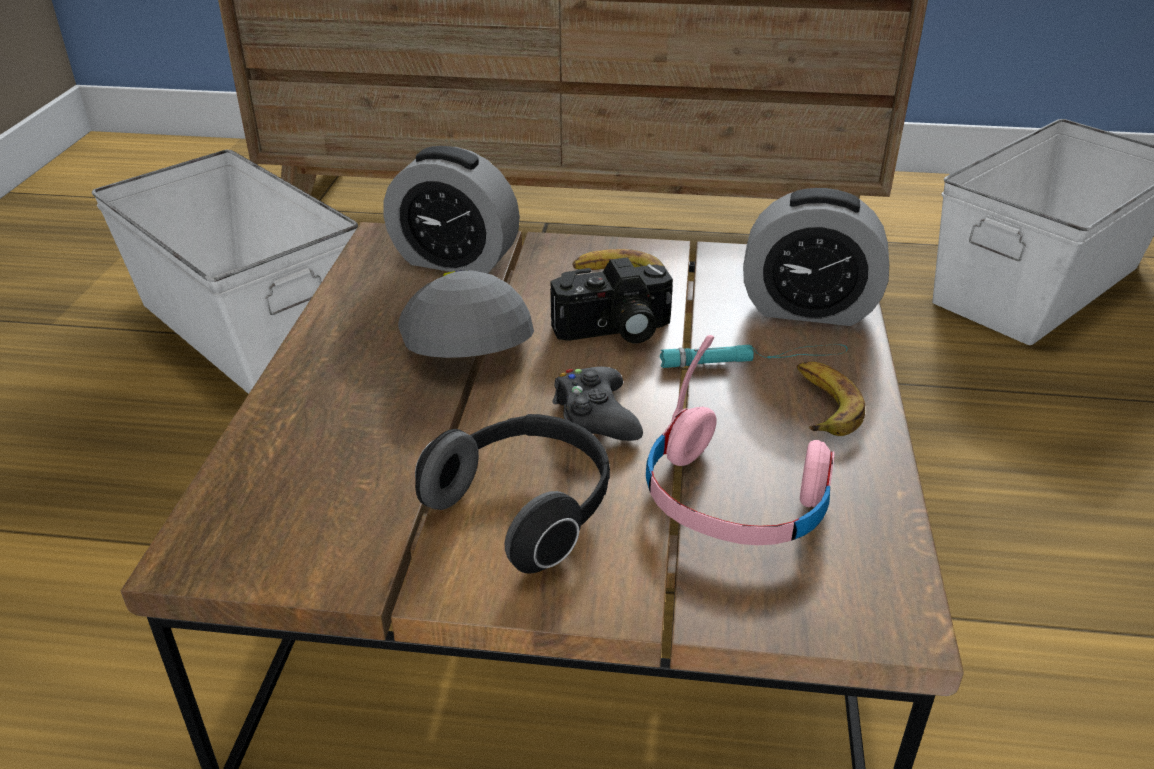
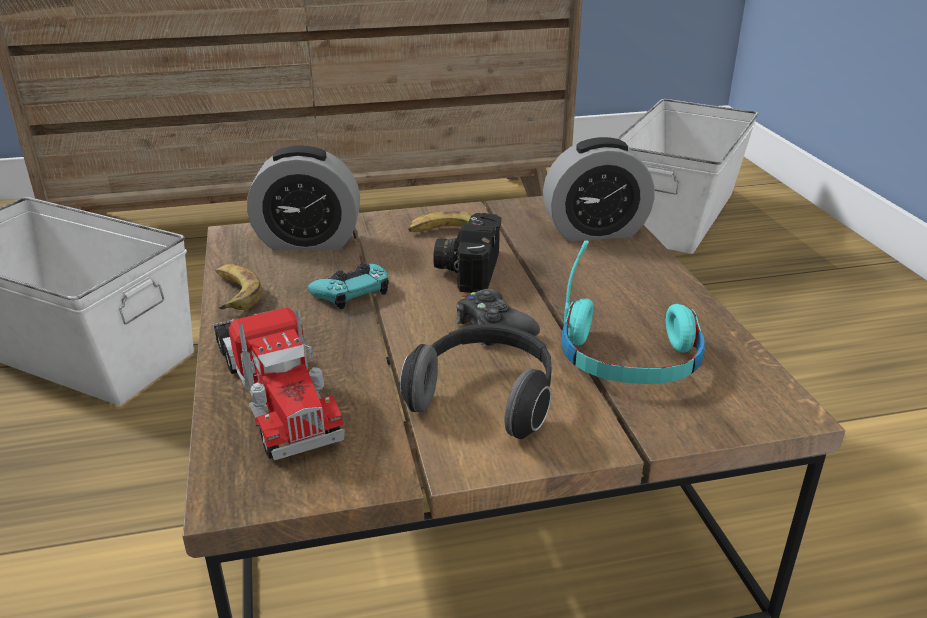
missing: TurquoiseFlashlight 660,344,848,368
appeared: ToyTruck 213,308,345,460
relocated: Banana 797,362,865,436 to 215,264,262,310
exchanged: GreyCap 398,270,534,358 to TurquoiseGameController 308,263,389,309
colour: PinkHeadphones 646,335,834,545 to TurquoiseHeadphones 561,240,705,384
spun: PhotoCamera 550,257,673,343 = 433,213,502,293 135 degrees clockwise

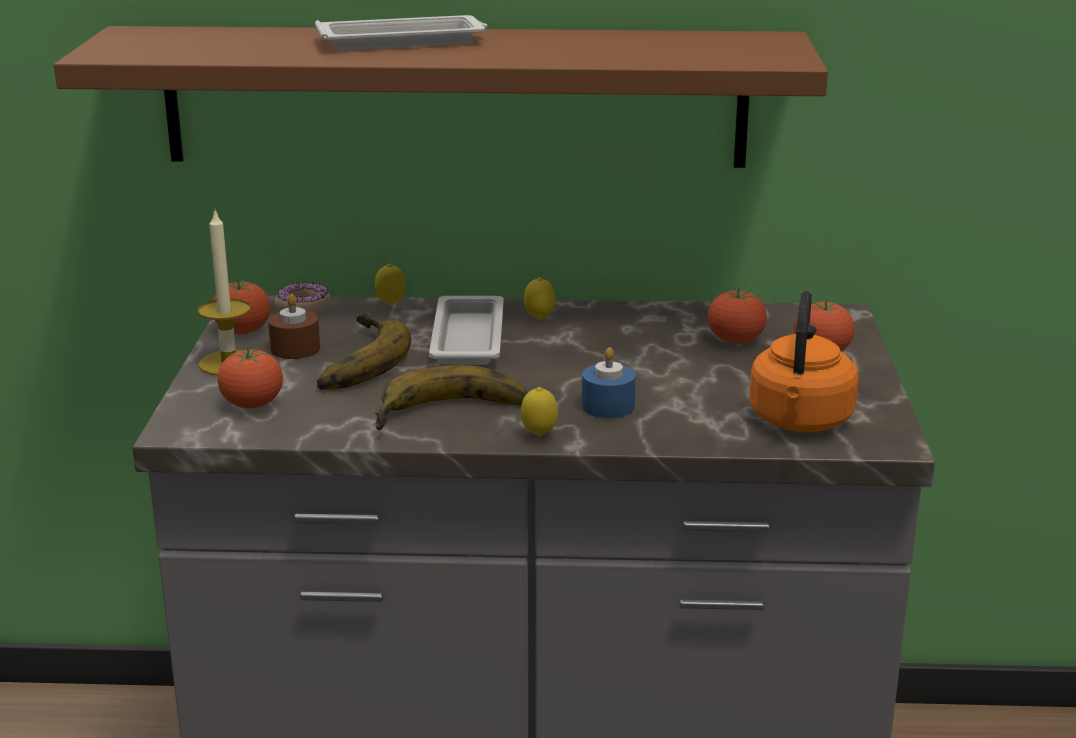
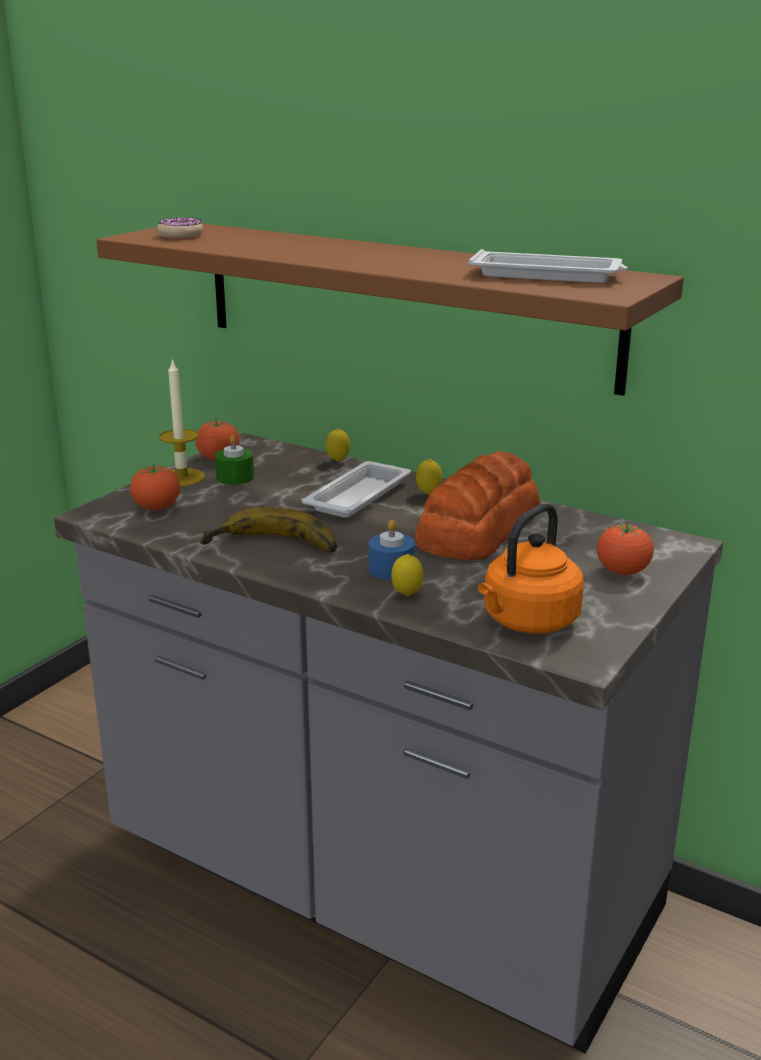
missing: Banana 317,312,411,390; Tomato 708,288,767,344
appeared: Bread 415,451,541,560
relocated: Donut 275,282,331,314 to 157,217,203,238; Lemon 521,387,558,436 to 391,554,424,596; WhiteTray 315,15,487,50 to 468,249,628,283
colour: BrownCandle 268,294,320,359 to GreenCandle 215,435,254,485

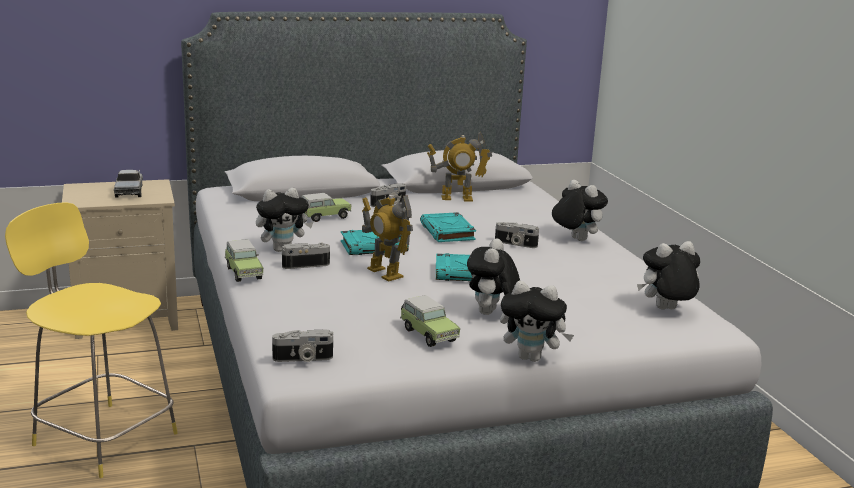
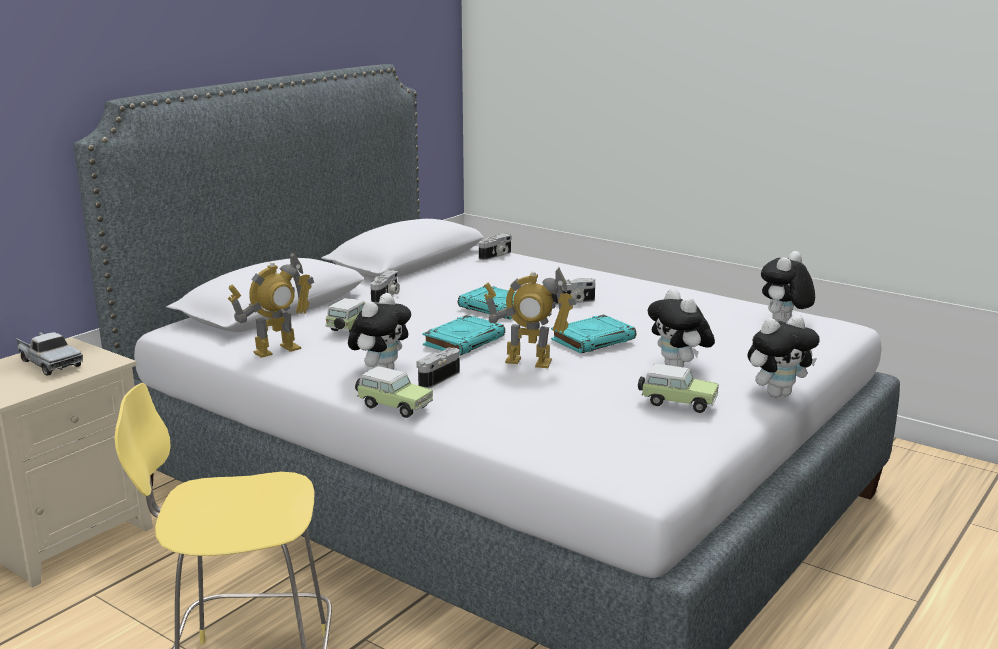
missing: PlushToy 552,180,608,241
relocated: ToyRobot 427,132,492,202 to 228,252,314,358; PhotoCamera 272,330,333,362 to 479,233,512,260

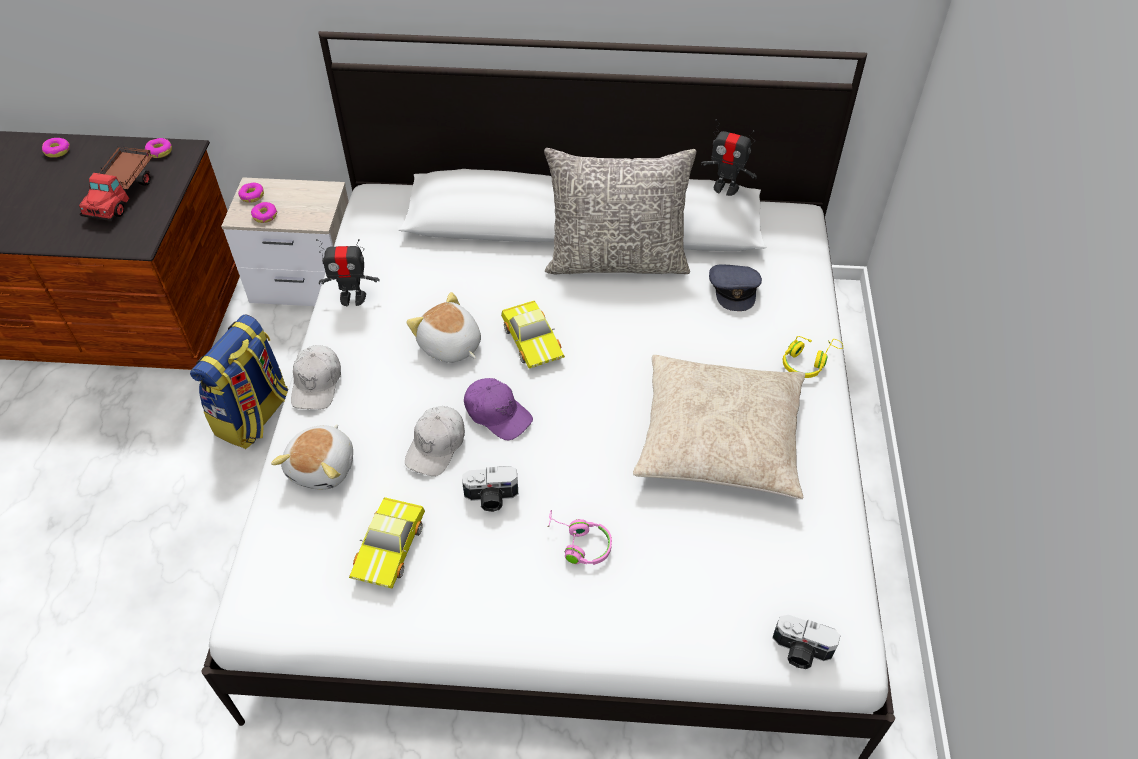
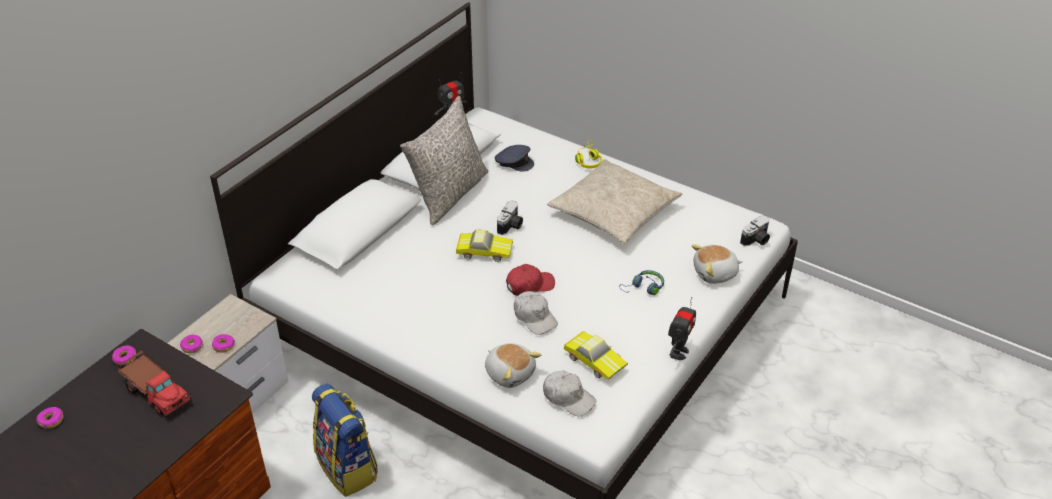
relocated: PhotoCamera 462,466,518,512 to 497,201,523,235; WhiteCap 291,345,341,409 to 543,371,596,416; ToyRobot 316,239,379,306 to 668,297,696,360; PlushToy 406,292,481,363 to 691,244,743,284
colour: PurpleCap 464,378,533,440 to RedCap 506,264,555,296; PinkHeadphones 548,510,612,565 to BlueHeadphones 619,270,664,295

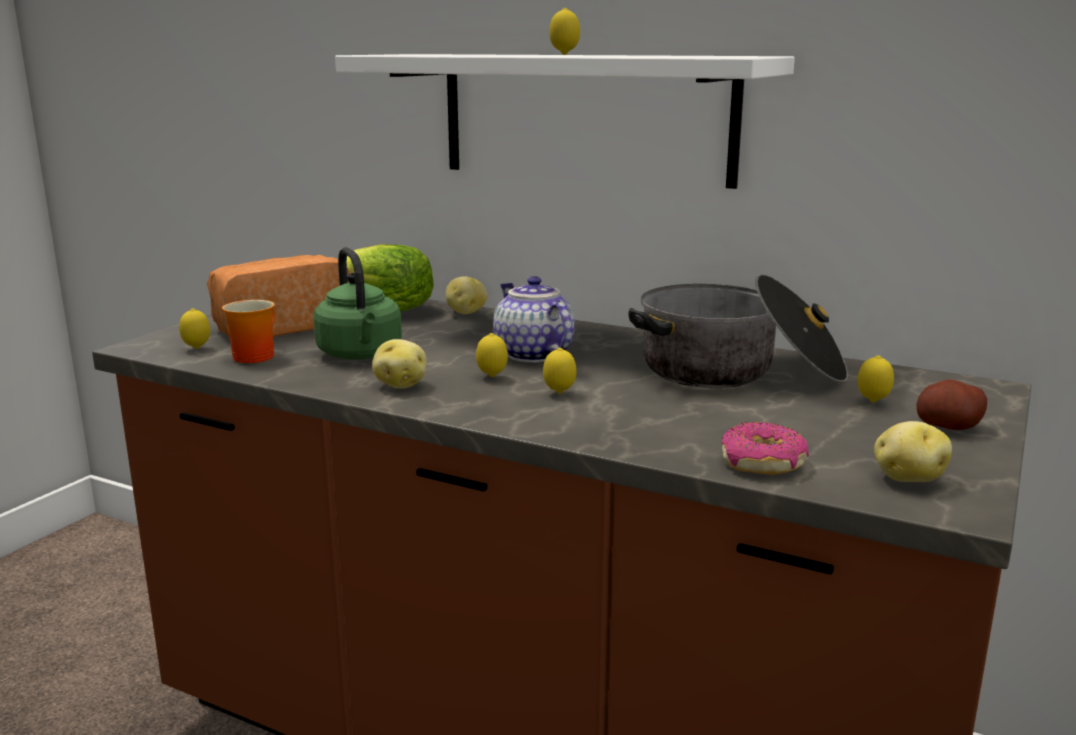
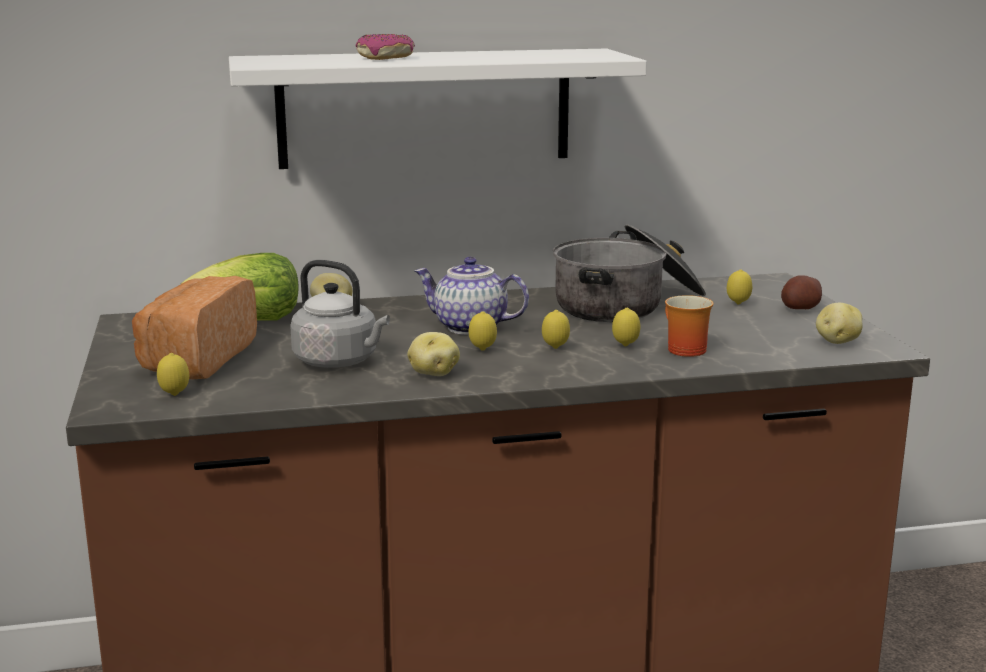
relocated: Donut 722,422,809,475 to 356,34,415,60; Lemon 549,8,580,55 to 612,308,640,346; Mug 222,300,275,363 to 665,295,714,357
colour: GreenKettle 313,247,402,360 to GreyKettle 290,260,390,368

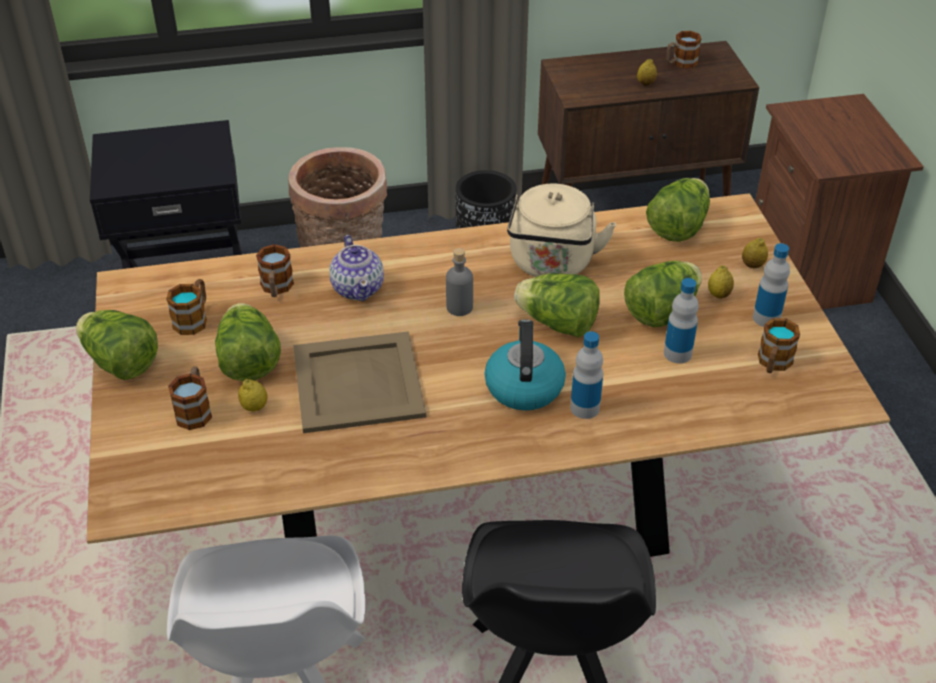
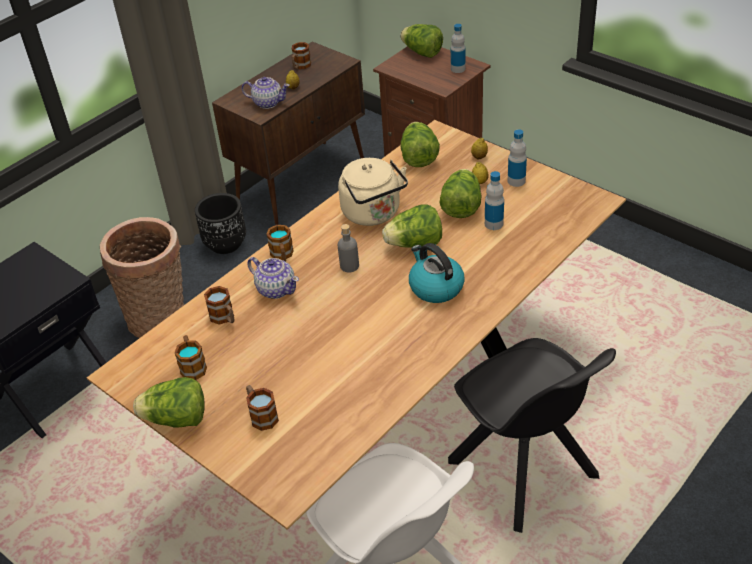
missing: Lemon 238,379,267,411; BeigeTray 293,331,426,433
appeared: Teapot 242,77,290,109
relocated: Mug 758,318,800,373 to 266,225,294,262; Lettuce 215,303,281,381 to 400,24,443,58; Bottle 570,331,603,419 to 451,24,465,73

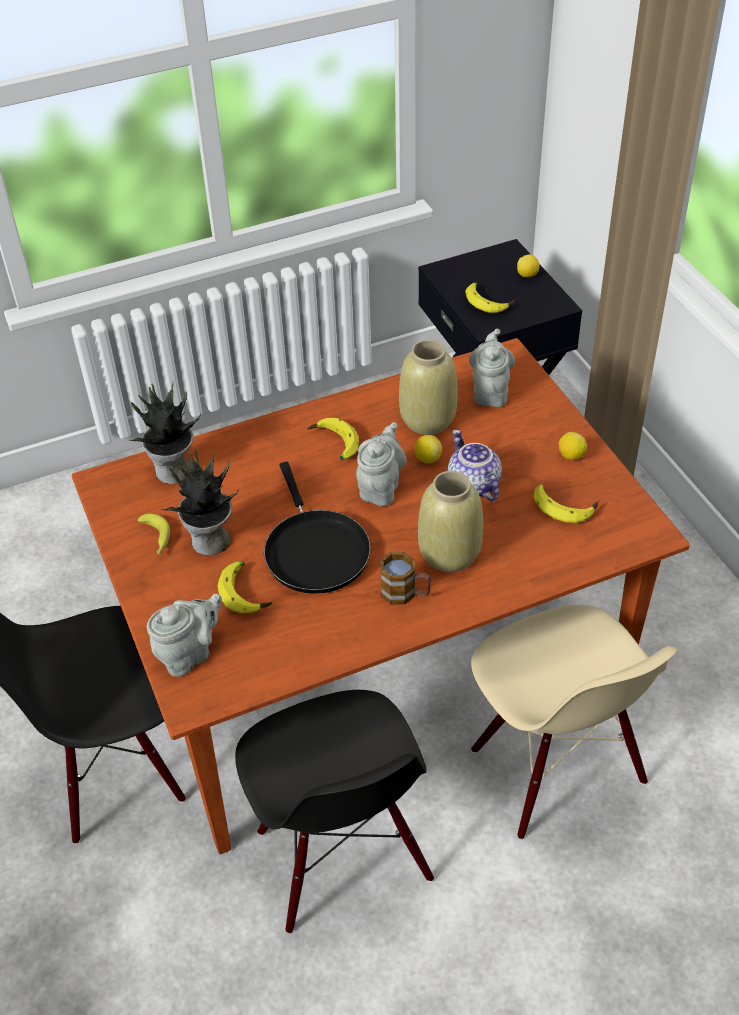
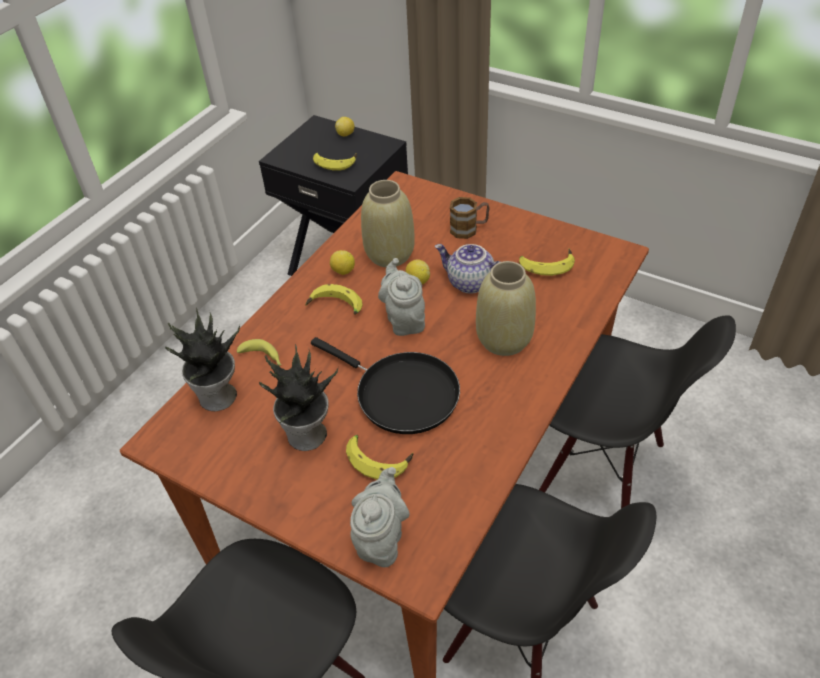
missing: GreyTeapot 469,329,515,407
relocated: Banana 137,514,170,555 to 237,339,281,366; Lemon 559,432,587,460 to 330,250,355,275; Mug 380,552,431,605 to 450,197,490,239
colour: BeigeChair 471,604,678,839 to BlackChair 539,315,736,509

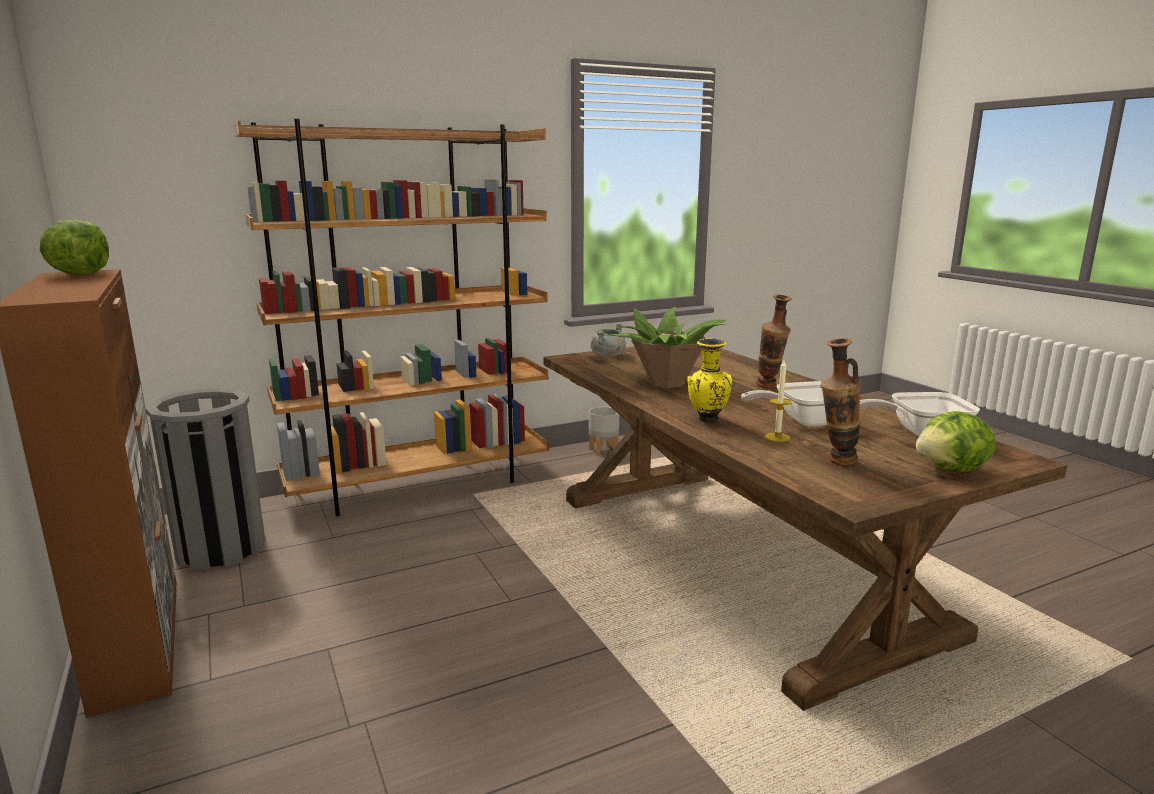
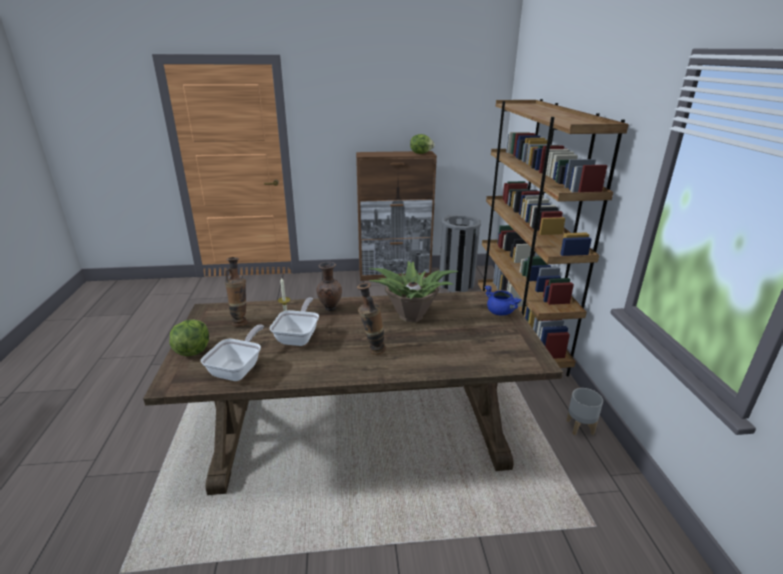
colour: YellowVase 687,338,732,422 to BrownVase 317,262,342,311; GreyCookingPot 591,323,626,357 to BlueCookingPot 484,285,522,315

